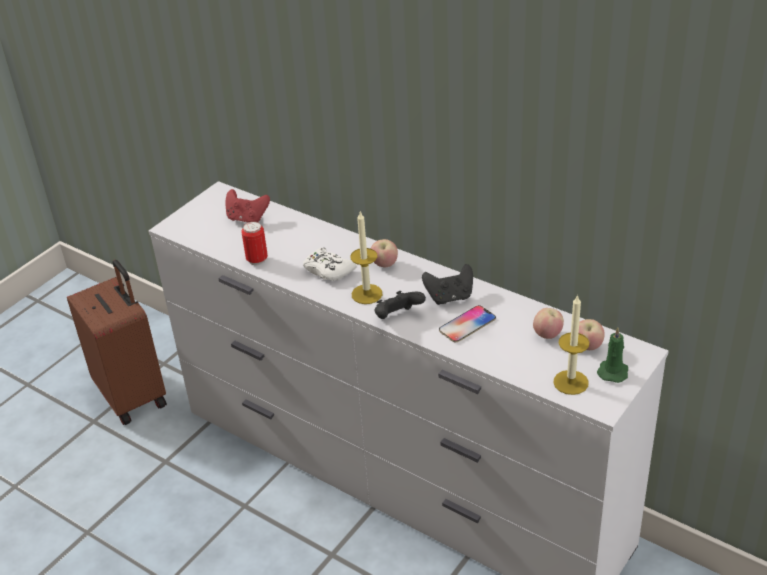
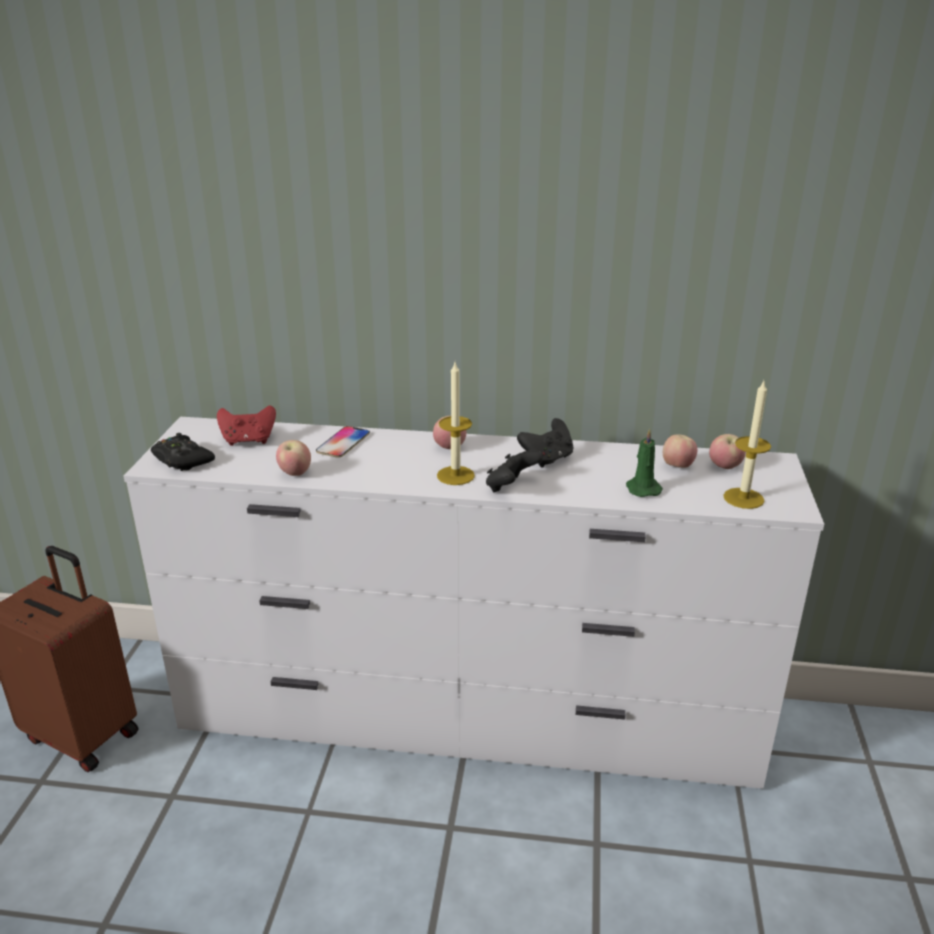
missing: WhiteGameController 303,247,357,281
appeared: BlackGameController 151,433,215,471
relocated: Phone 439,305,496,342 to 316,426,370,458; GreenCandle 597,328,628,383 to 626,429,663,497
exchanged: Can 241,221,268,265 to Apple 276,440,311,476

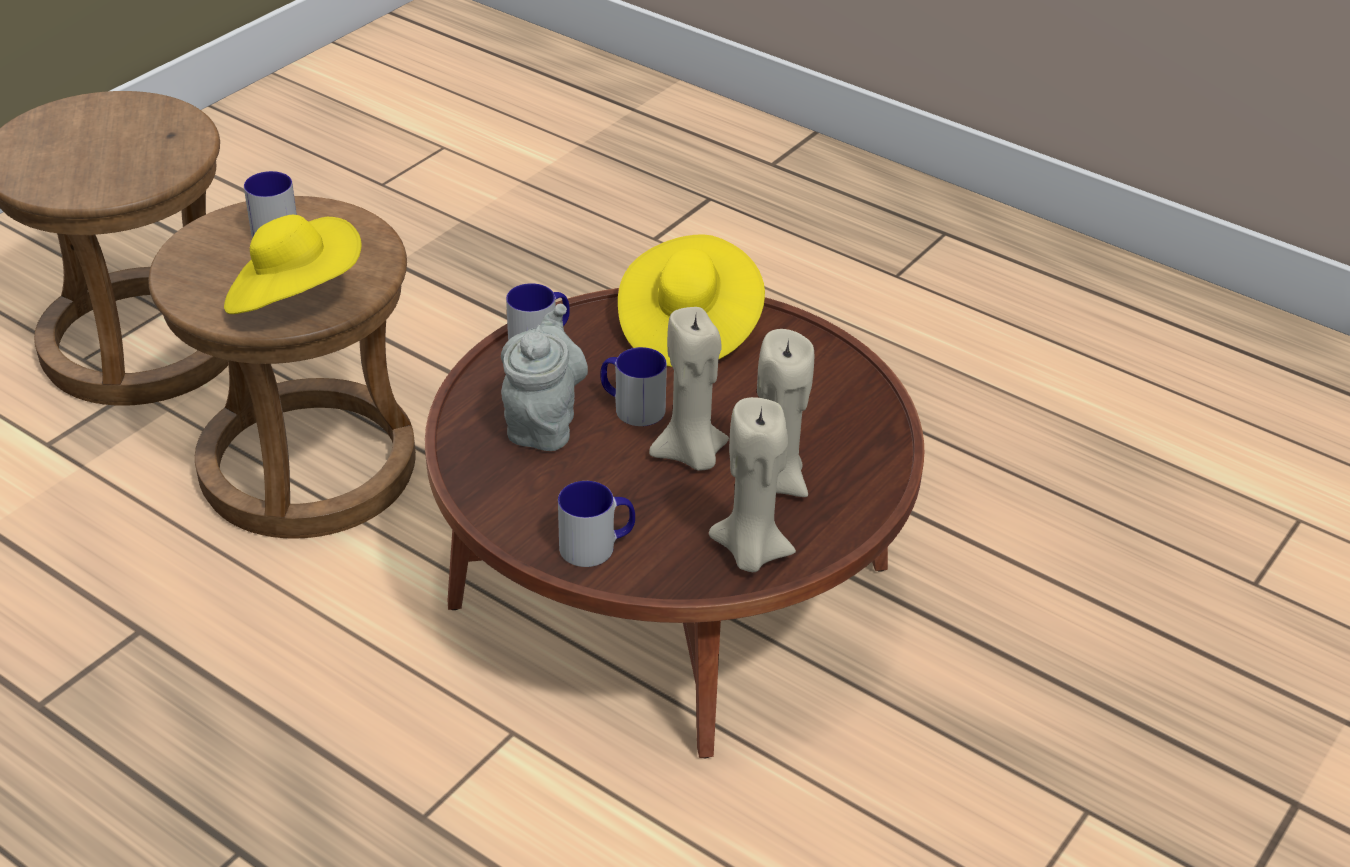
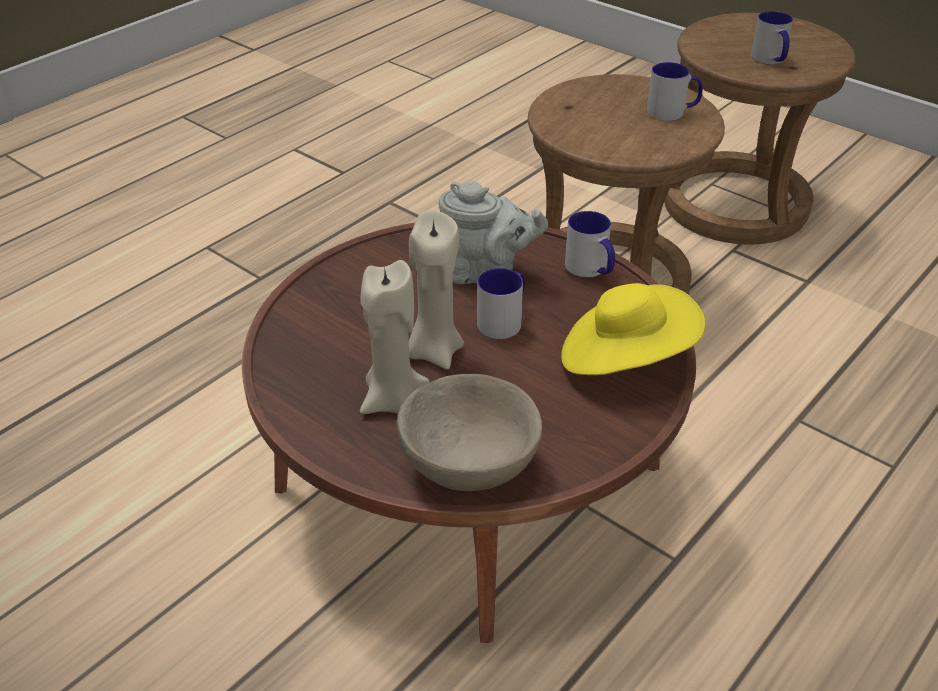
missing: YellowHat 224,215,362,314; BeigeCandle 709,397,796,572
appeared: BeigeBowl 397,374,542,491
relocated: Mug 558,481,635,567 to 751,11,793,65

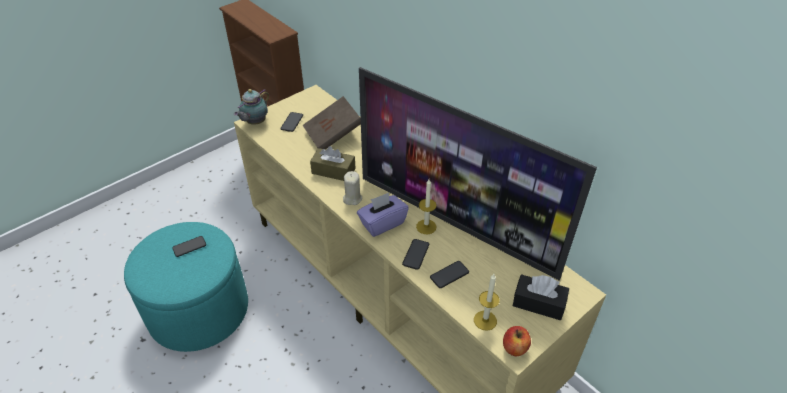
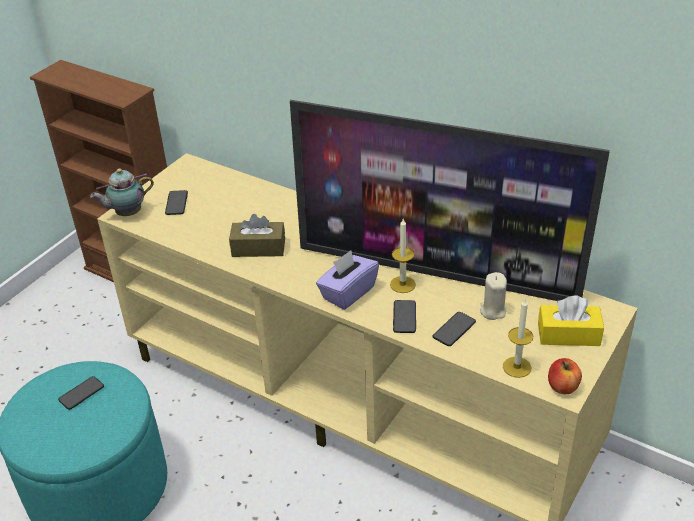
missing: BrownBook 303,96,361,149
relocated: BeigeCandle 343,171,362,205 to 480,272,507,320
colour: BlackTissueBox 512,274,569,321 to YellowTissueBox 538,295,604,346
spun: Teapot 234,89,269,125 = 90,168,154,216 45 degrees clockwise

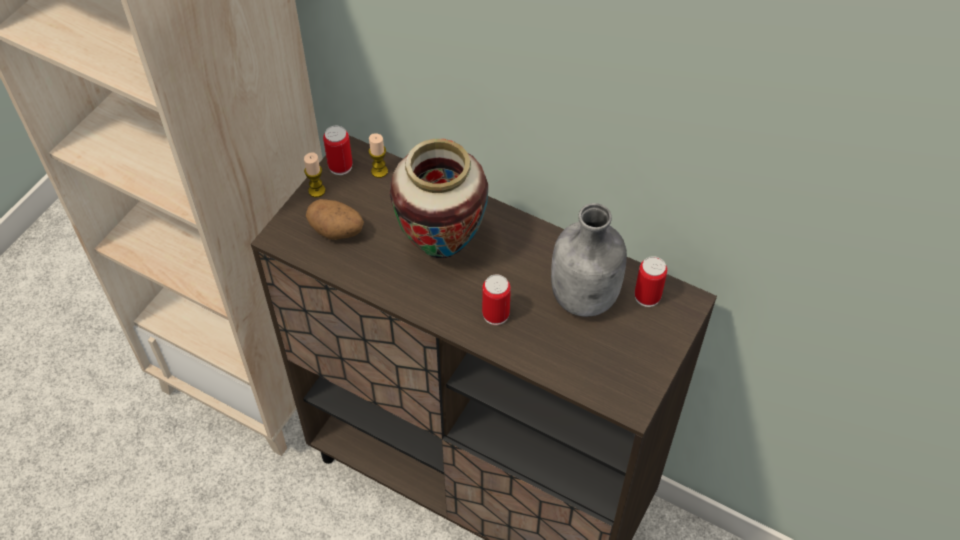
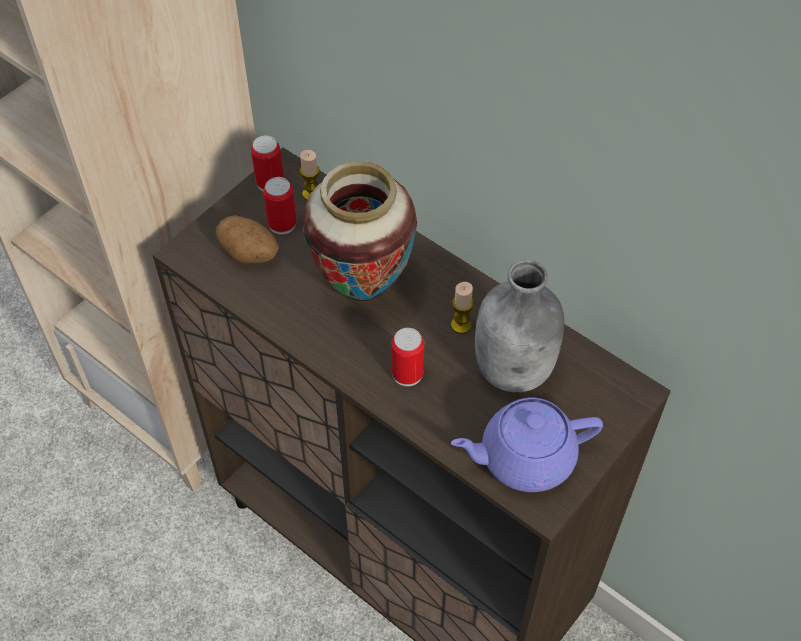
appeared: PurpleTeapot 451,397,603,492
relocated: Can 635,256,667,307 to 263,177,297,235; Candle 304,152,325,197 to 451,282,474,334

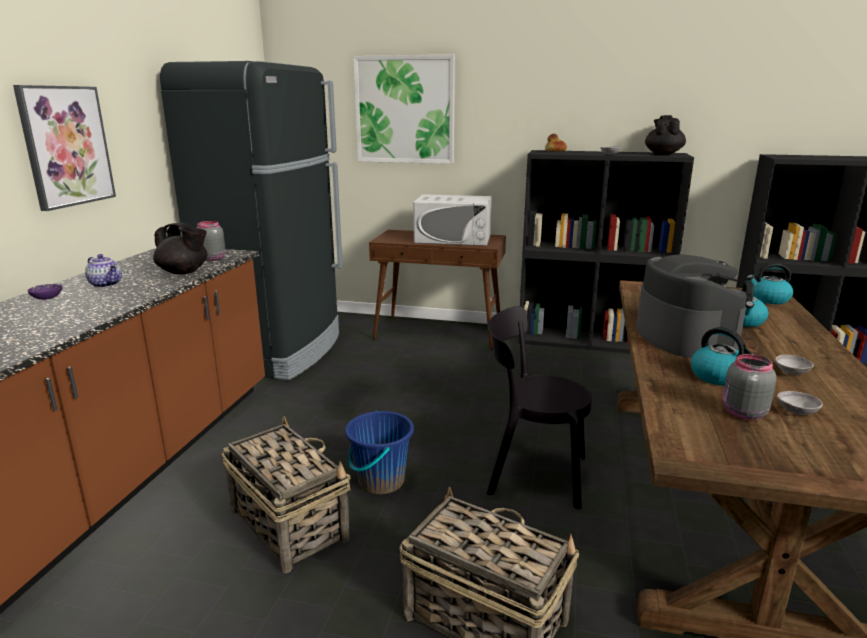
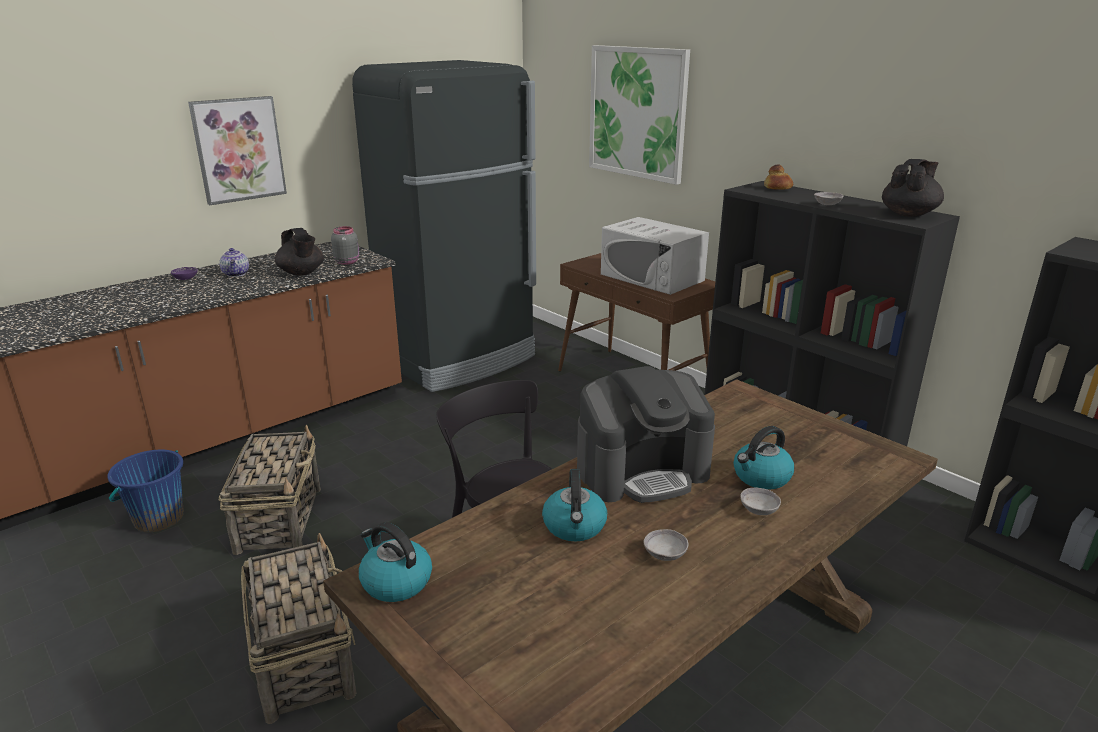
missing: GreyJar 722,354,776,420
relocated: BlueBucket 345,410,414,494 to 107,450,184,532; Kettle 746,263,793,304 to 359,522,432,602; GreyBowl 777,391,823,415 to 740,488,781,515
spun: CoffeeMachine 636,254,747,358 = 577,366,715,503 45 degrees clockwise

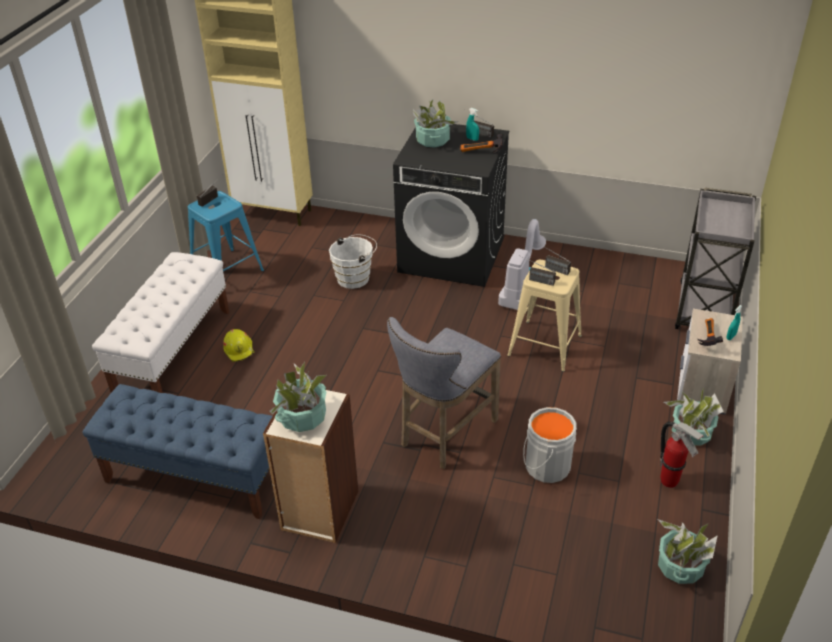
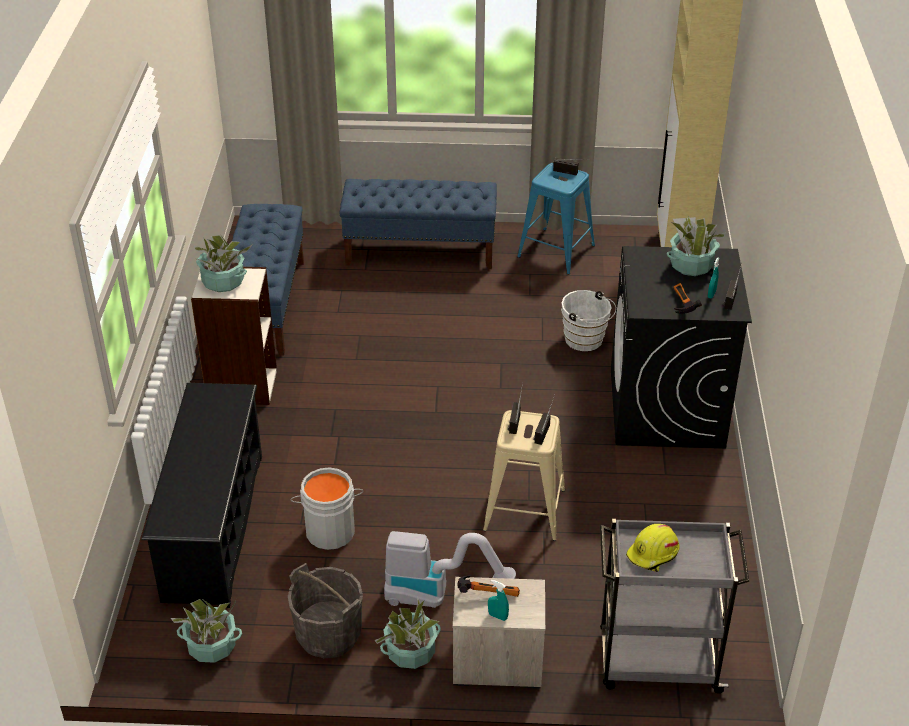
missing: GreyStool 387,317,501,469
appeared: BlackShoeRack 141,383,262,608
relocated: VacuumCleaner 498,219,546,310 to 384,531,516,608; YellowHardHat 223,329,255,362 to 626,524,680,572
exchanged: FireExtinguisher 660,422,705,488 to GreyBucket 288,563,363,658
colour: WhiteBench 92,252,229,393 to BlueBench 339,179,497,269

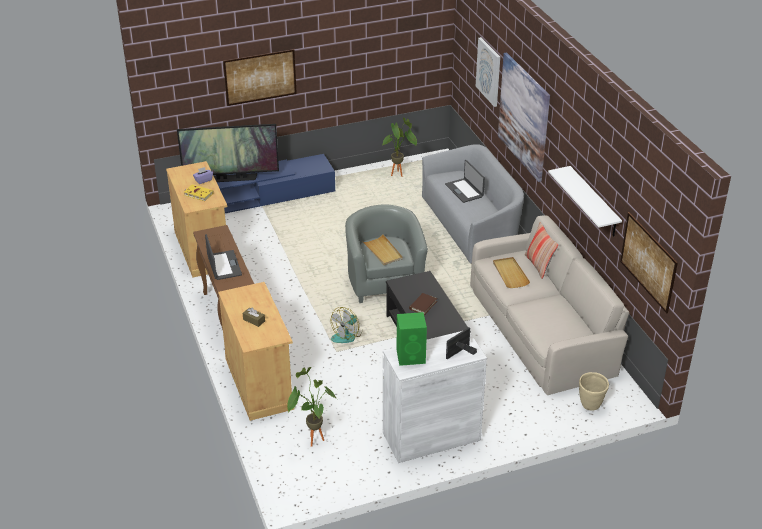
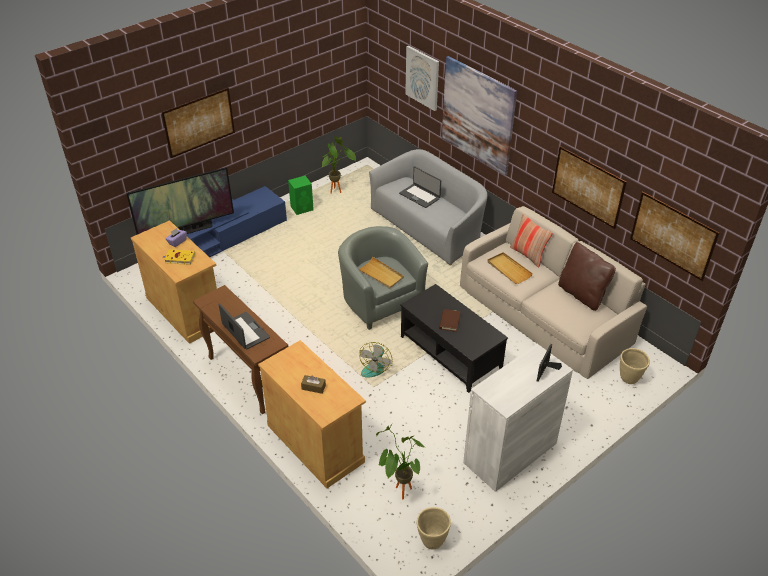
appeared: BeigePlanter 417,507,451,549; BrownPillow 558,242,616,311
relocated: GreenSpeaker 396,312,427,366 to 288,176,314,215
exchanged: WhiteShelf 548,166,622,237 to Picture 552,146,627,229

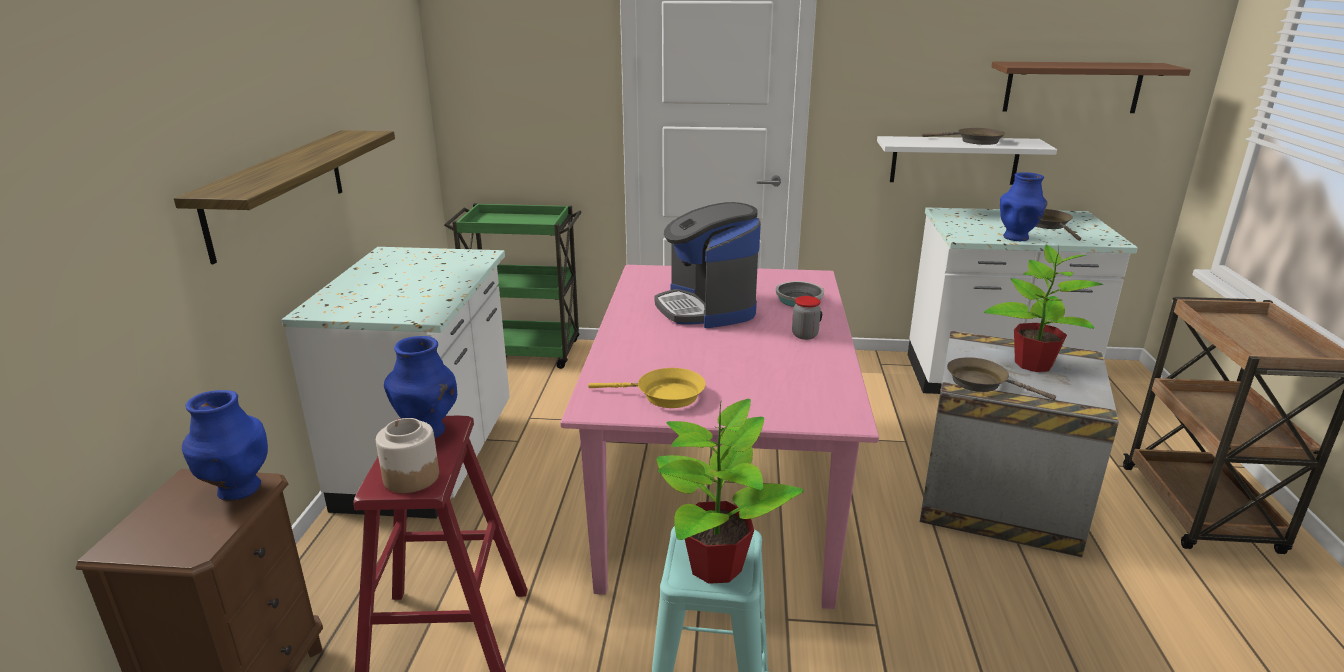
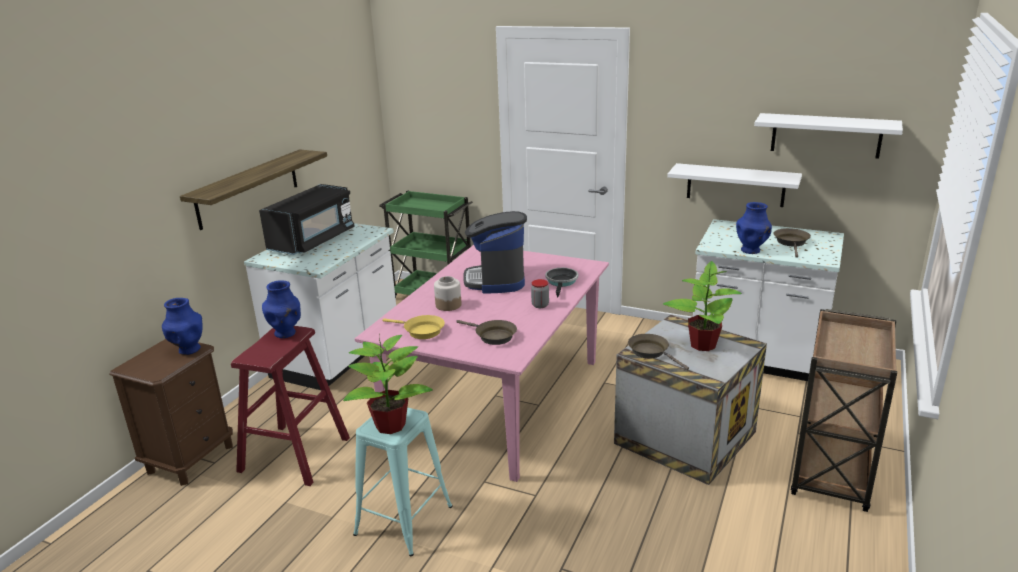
appeared: BlackMicrowave 259,184,355,255
relocated: Jar 376,418,439,493 to 434,276,462,311; BrownFryingPan 922,128,1005,145 to 456,320,517,345
colour: BrownShelf 991,62,1191,113 to WhiteShelf 754,113,903,159

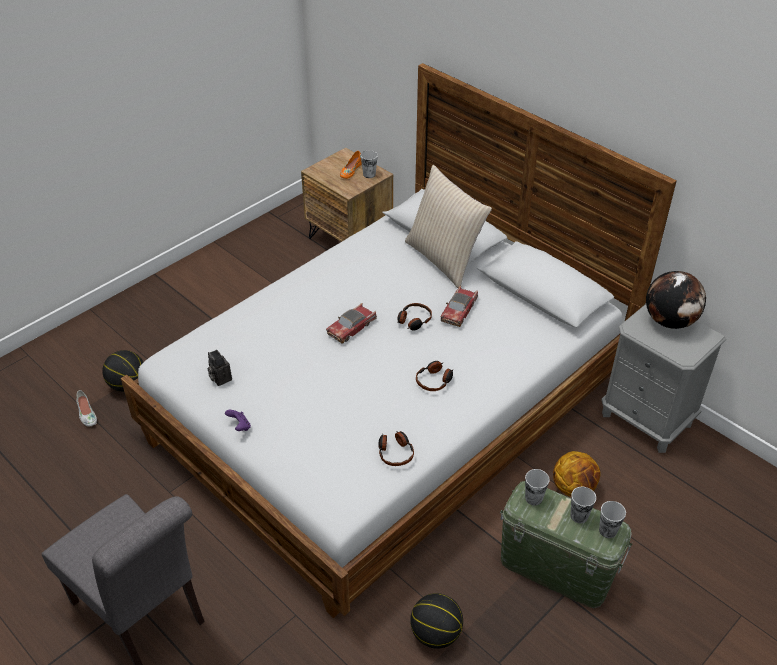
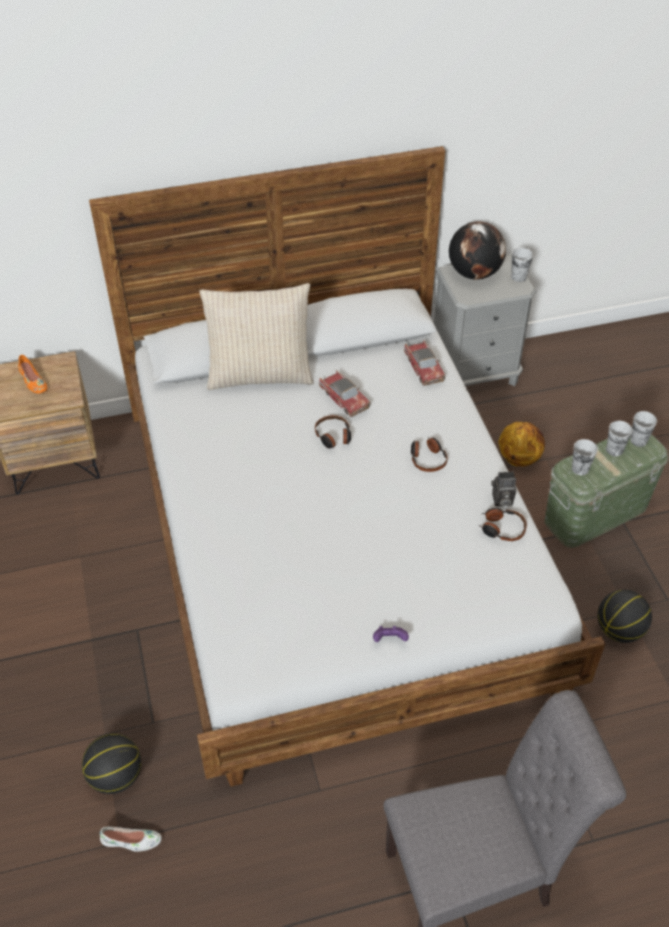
relocated: ToyCar 326,303,377,344 to 404,340,445,386; PhotoCamera 208,350,232,386 to 491,472,516,507; Cup 361,150,378,178 to 511,248,533,282

